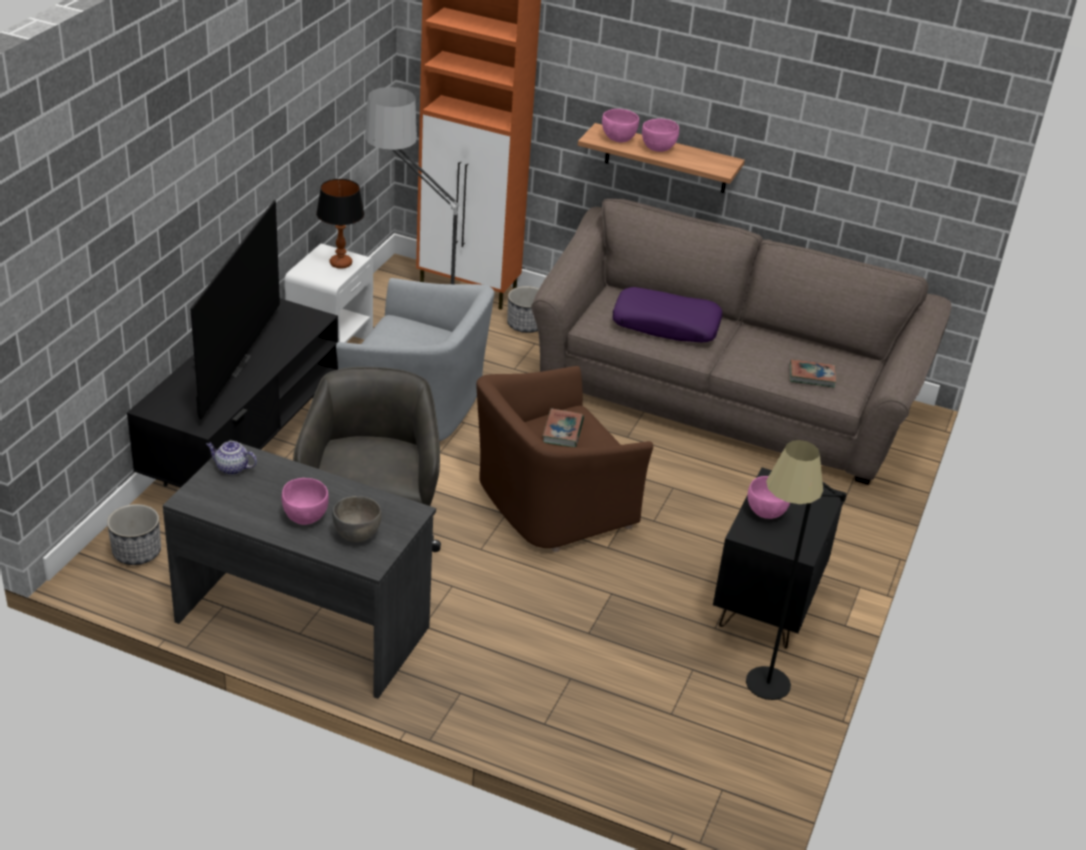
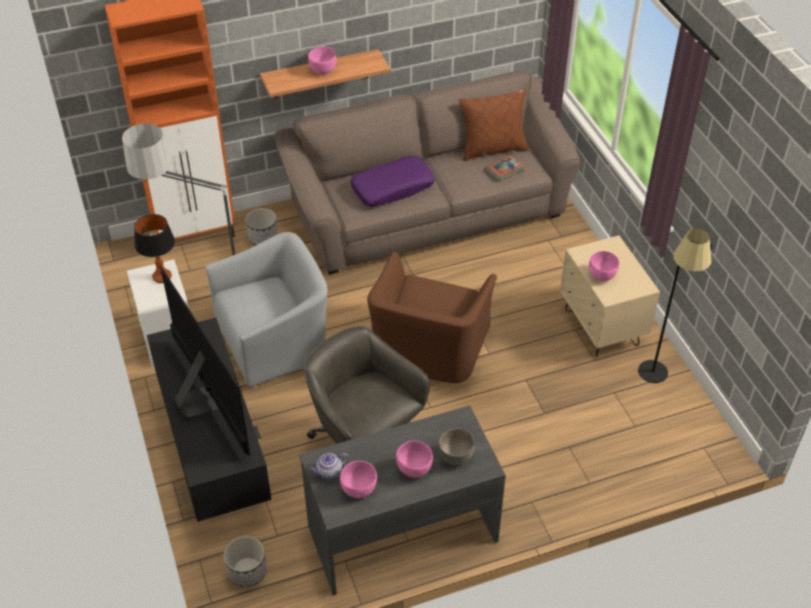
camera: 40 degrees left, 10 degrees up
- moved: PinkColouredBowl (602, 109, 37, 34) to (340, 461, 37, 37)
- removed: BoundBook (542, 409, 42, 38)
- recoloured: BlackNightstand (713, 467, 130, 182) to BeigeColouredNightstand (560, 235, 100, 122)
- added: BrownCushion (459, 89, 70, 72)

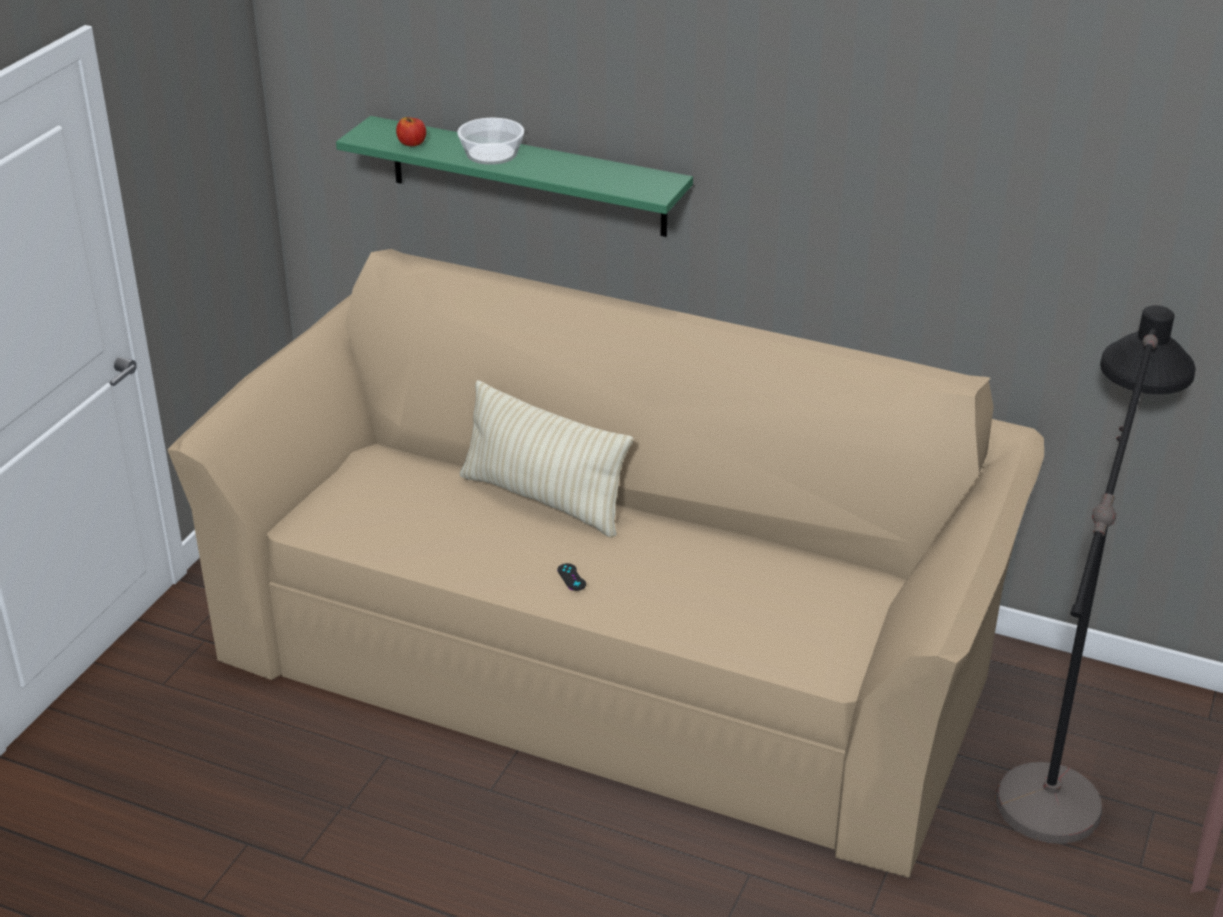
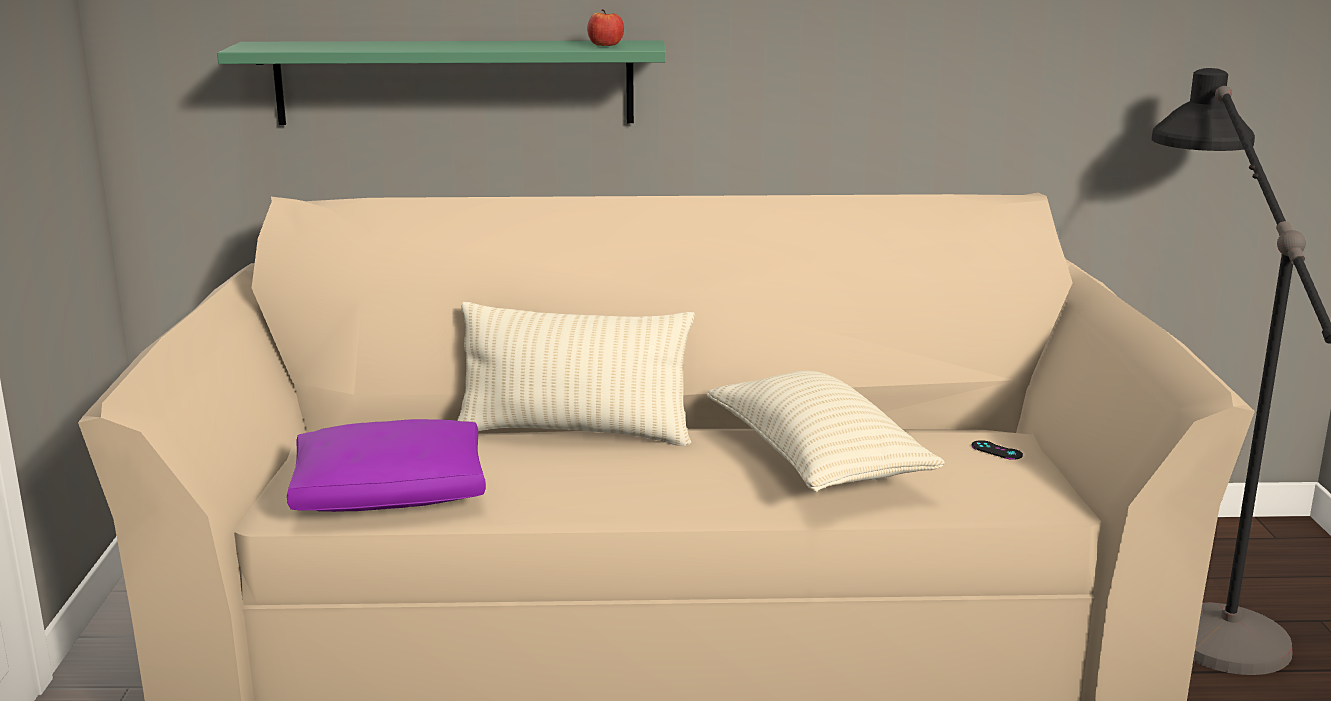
camera: 25 degrees left, 15 degrees down
- moved: Apple (396, 117, 30, 29) to (587, 9, 37, 37)
- removed: Bowl (457, 118, 67, 47)
- moved: BlackGamepad (557, 563, 29, 28) to (972, 440, 51, 20)
- added: BeigeColouredCushion (707, 371, 238, 121)
- added: PurpleCushion (287, 419, 199, 93)

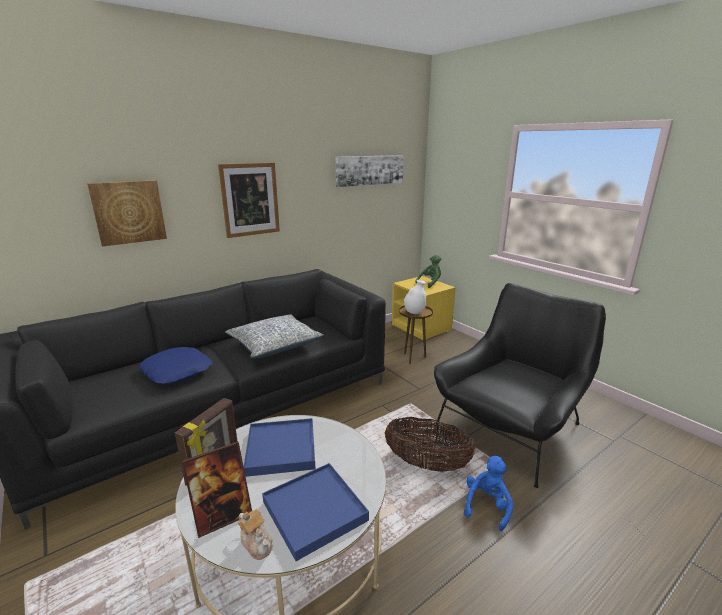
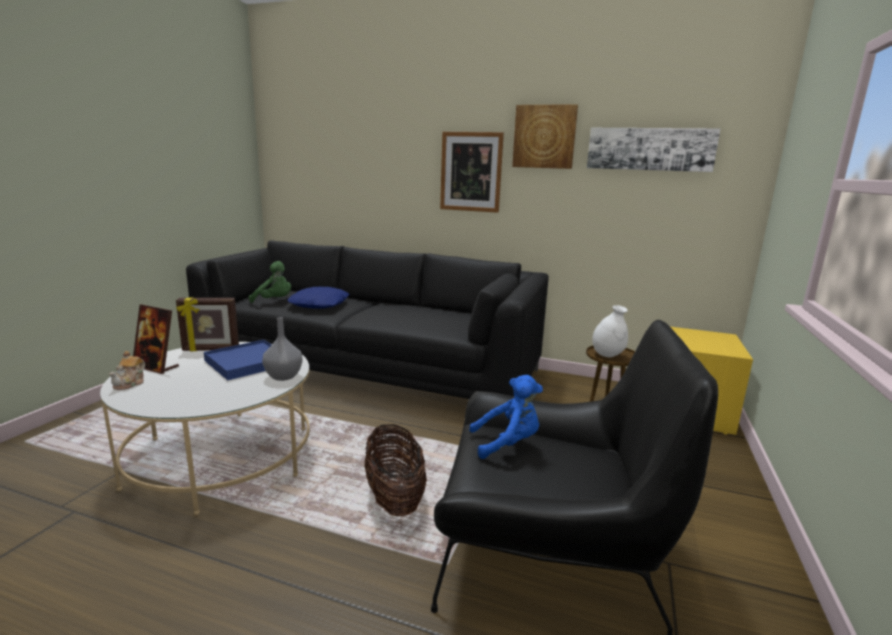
camera: 55 degrees right, 5 degrees down
- moved: WallArt (87, 180, 80, 66) to (512, 104, 66, 65)
- moved: GreenishCuddlyToy (415, 255, 27, 33) to (249, 261, 42, 42)
- removed: Cushion (225, 314, 99, 45)
- moved: BluishCuddlyToy (464, 456, 49, 75) to (469, 375, 74, 84)
- removed: BluishServingTray (262, 463, 107, 98)
- added: GreyDecorativeVase (262, 317, 41, 64)

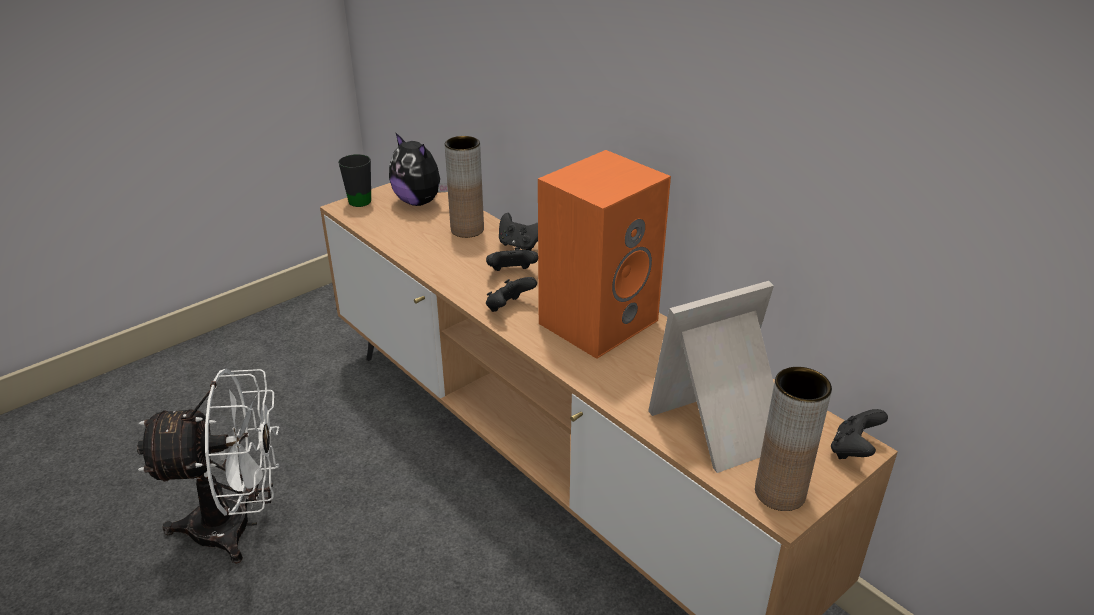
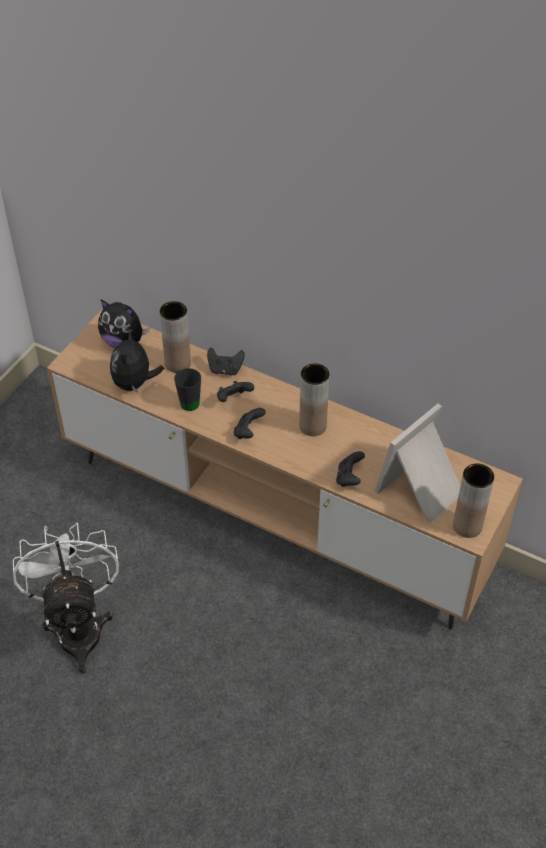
camera: 20 degrees left, 15 degrees up
- replaced: OrangeySpeaker (538, 150, 133, 209) to BrownDecorativeVase (299, 363, 30, 73)
- moved: BlackCoffeeMug (338, 154, 33, 53) to (174, 368, 27, 43)
- turned: WhitishCoolingFan (137, 369, 142, 195) = (13, 522, 106, 152) 75 degrees counterclockwise
- moved: BlackGamepad (831, 409, 57, 50) to (336, 451, 29, 36)
- added: CuddlyToy (110, 330, 54, 64)

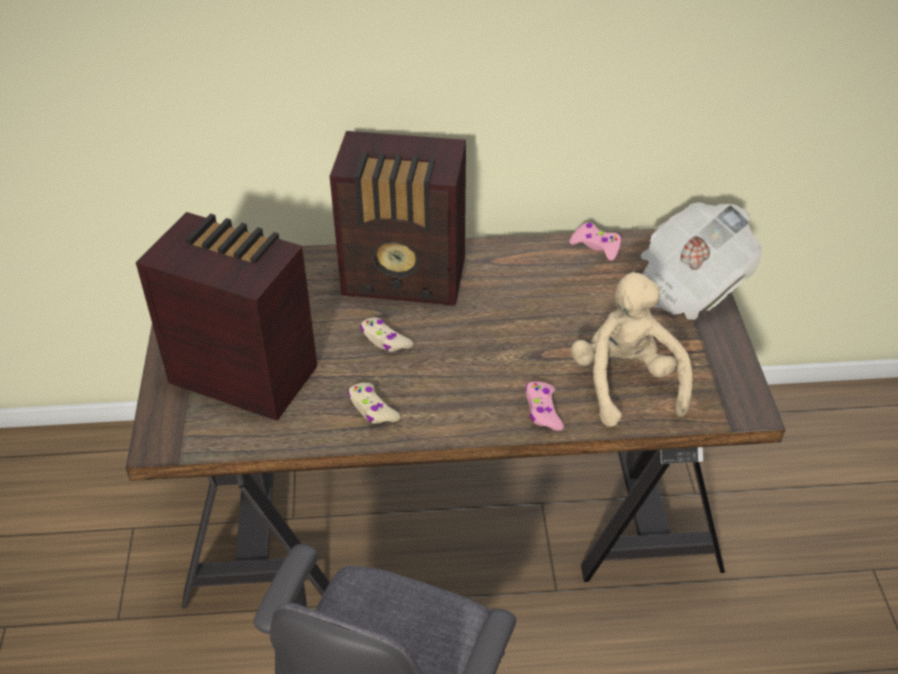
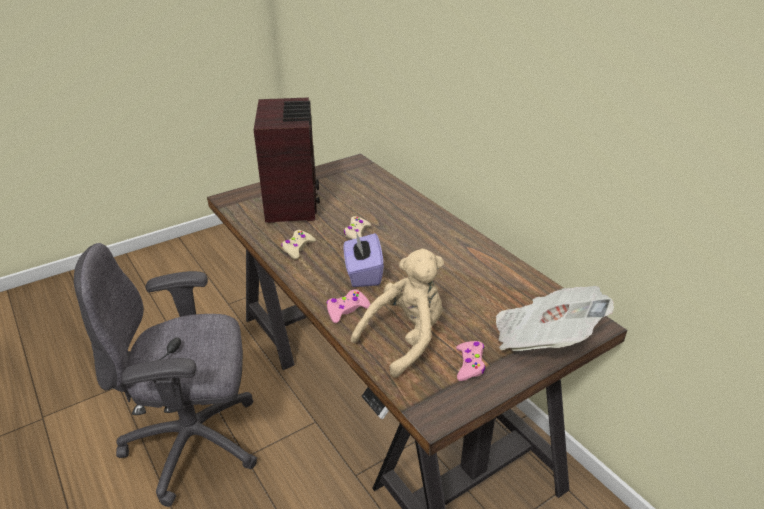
camera: 60 degrees right, 10 degrees down
- removed: RadioSet (330, 131, 136, 175)
- moved: PinkColouredGamepad (570, 222, 52, 39) to (456, 341, 29, 40)
- added: PurpleTissueBox (343, 231, 41, 56)

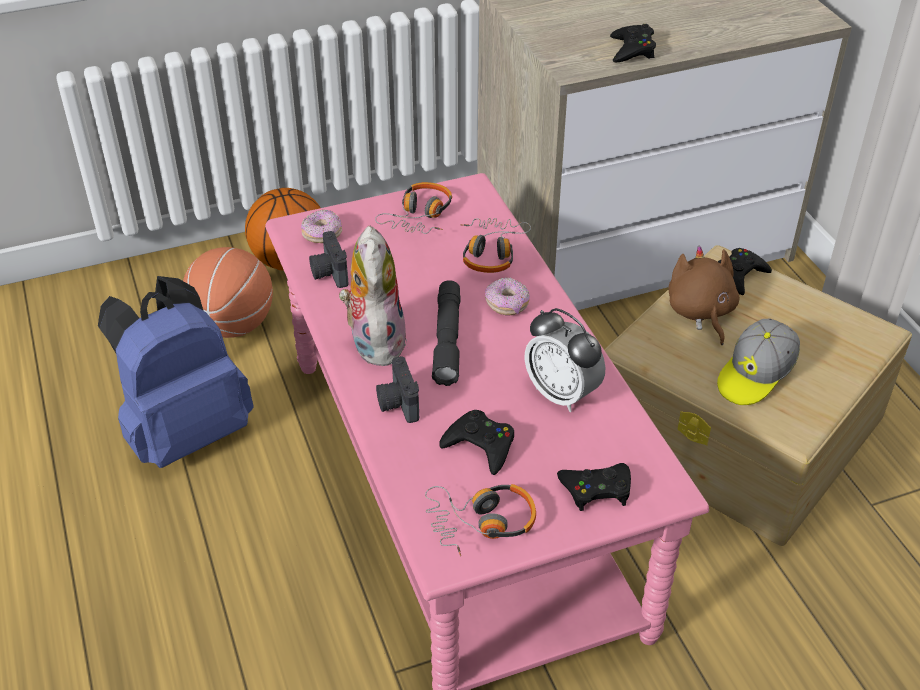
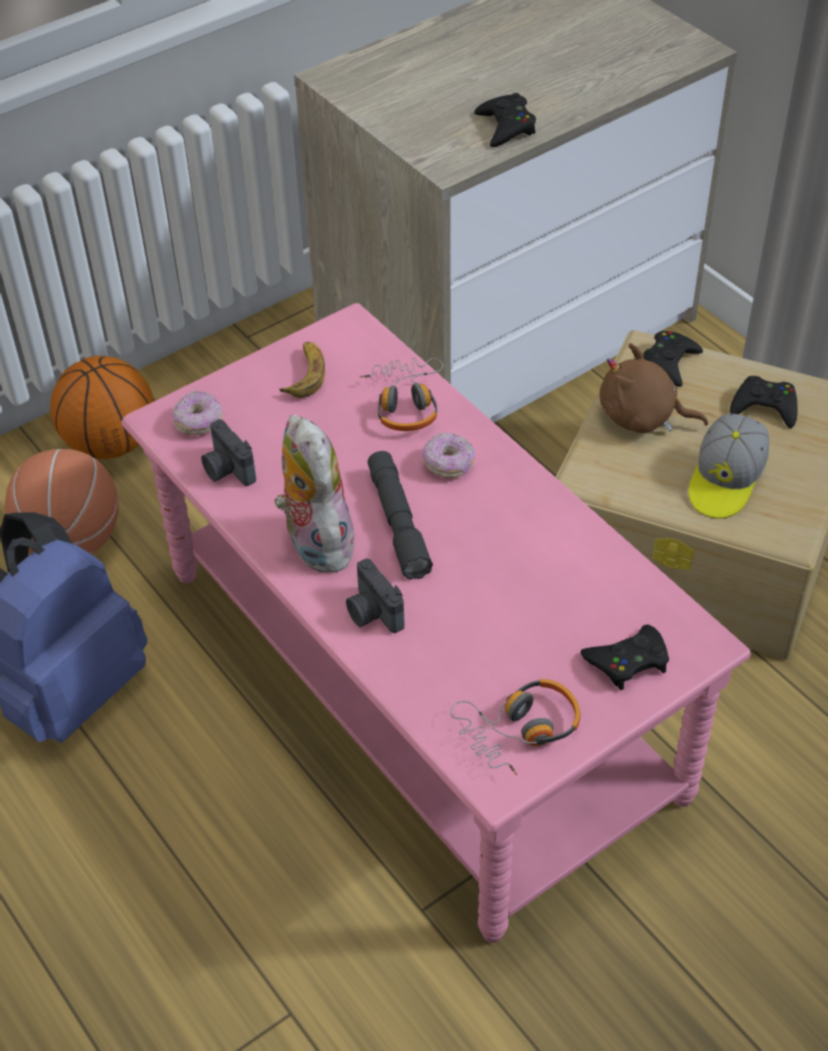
camera: 15 degrees left, 5 degrees up
- replaced: Headset (375, 182, 77, 52) to Banana (279, 342, 46, 56)
- turned: BrownCuddlyToy (668, 246, 71, 99) = (600, 343, 108, 90) 45 degrees counterclockwise
- removed: BedsideClock (525, 308, 80, 104)
- moved: BlackGamepad (439, 410, 75, 65) to (730, 376, 68, 53)

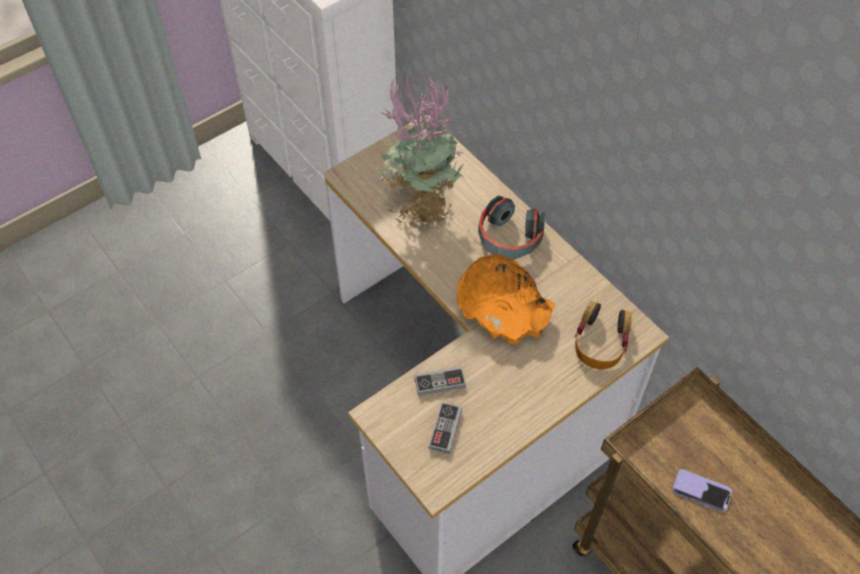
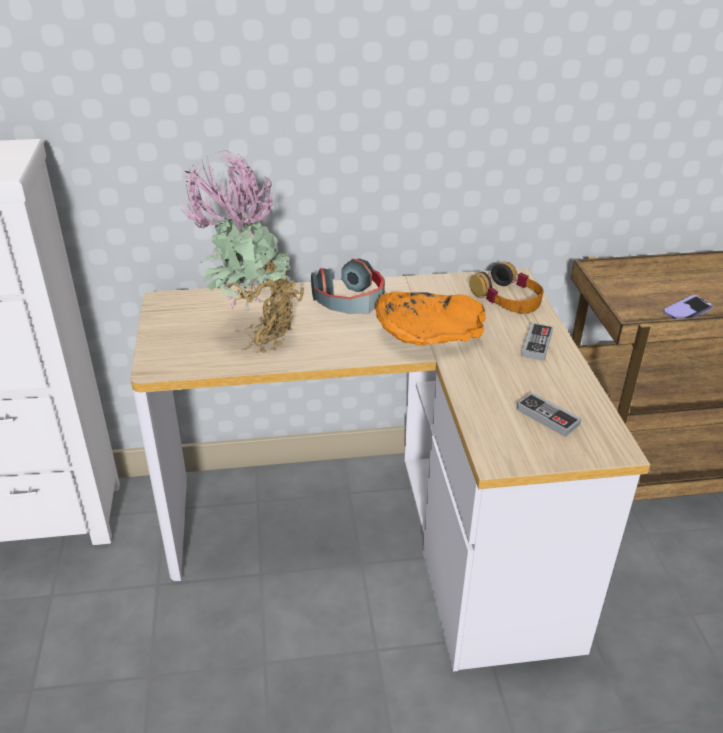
camera: 60 degrees left, 20 degrees down
- moved: Gamepad (414, 366, 52, 30) to (521, 323, 32, 38)

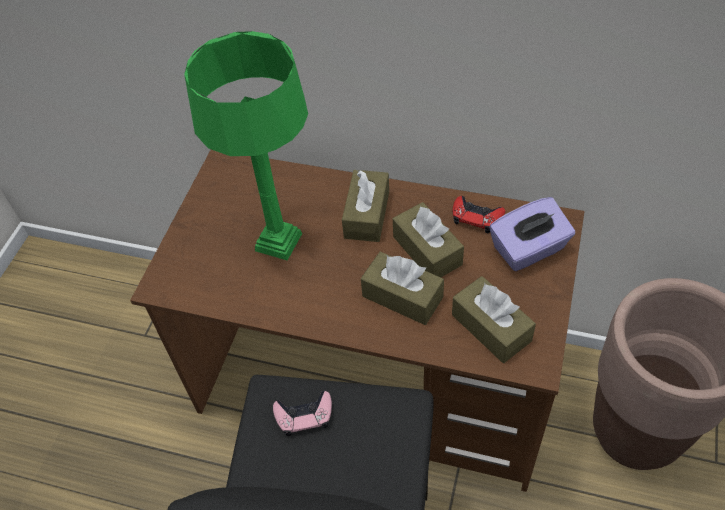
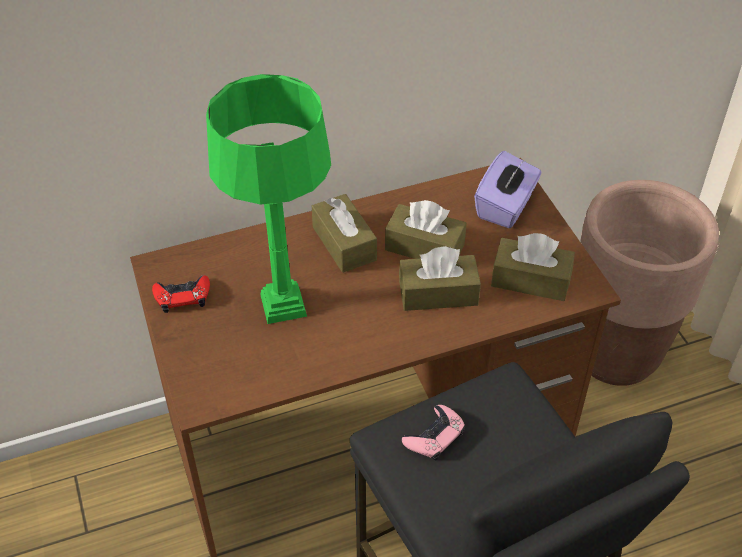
camera: 40 degrees left, 5 degrees down
- moved: RedGamepad (453, 196, 52, 37) to (152, 275, 58, 38)

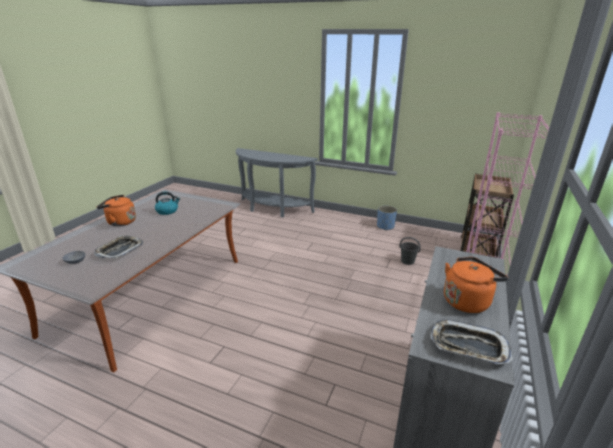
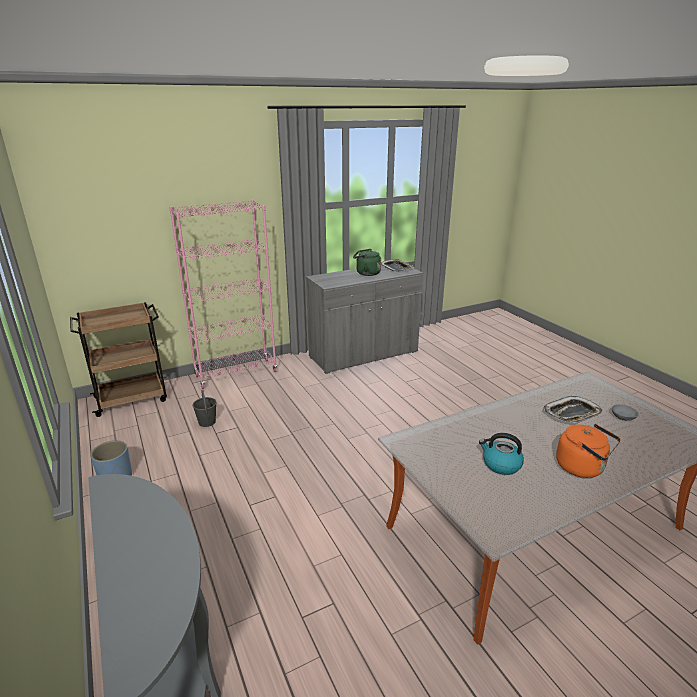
camera: 140 degrees left, 0 degrees up
- recoloured: OrangeyWaterKettle (444, 257, 64, 56) to GreenishWaterKettle (353, 249, 28, 27)

